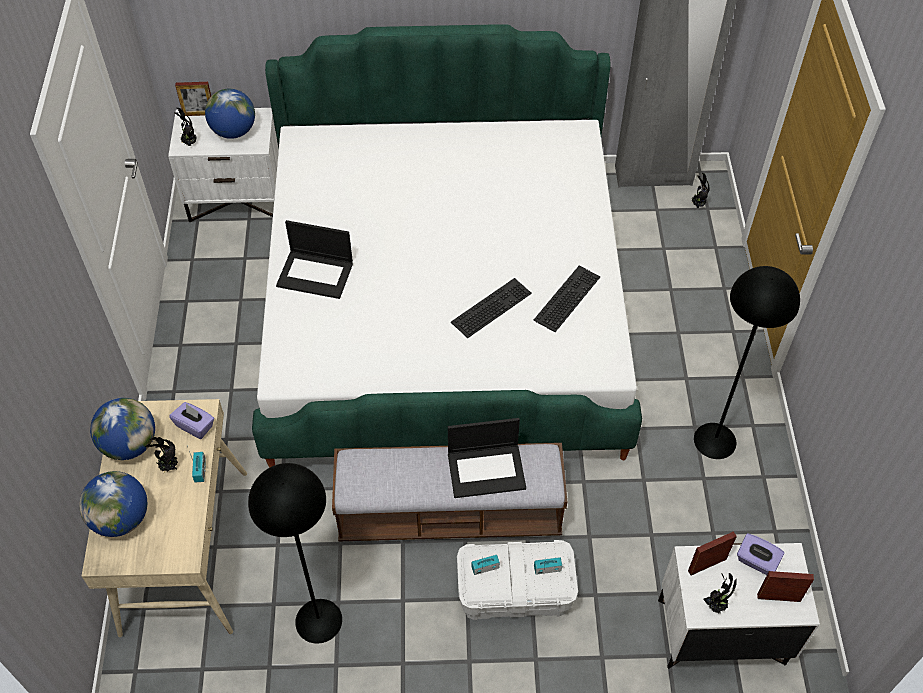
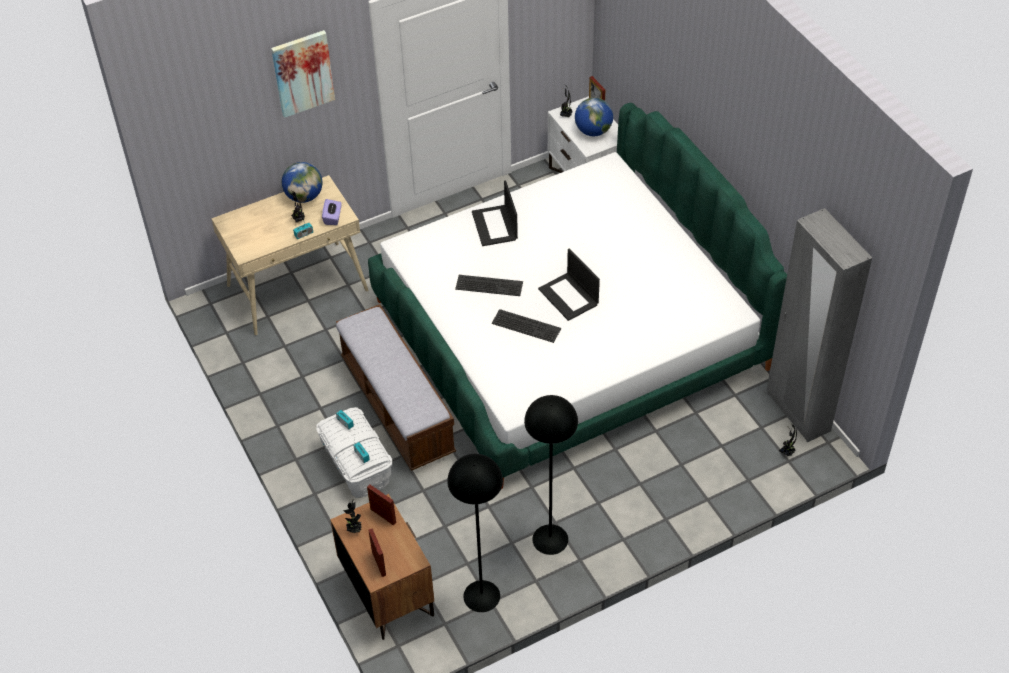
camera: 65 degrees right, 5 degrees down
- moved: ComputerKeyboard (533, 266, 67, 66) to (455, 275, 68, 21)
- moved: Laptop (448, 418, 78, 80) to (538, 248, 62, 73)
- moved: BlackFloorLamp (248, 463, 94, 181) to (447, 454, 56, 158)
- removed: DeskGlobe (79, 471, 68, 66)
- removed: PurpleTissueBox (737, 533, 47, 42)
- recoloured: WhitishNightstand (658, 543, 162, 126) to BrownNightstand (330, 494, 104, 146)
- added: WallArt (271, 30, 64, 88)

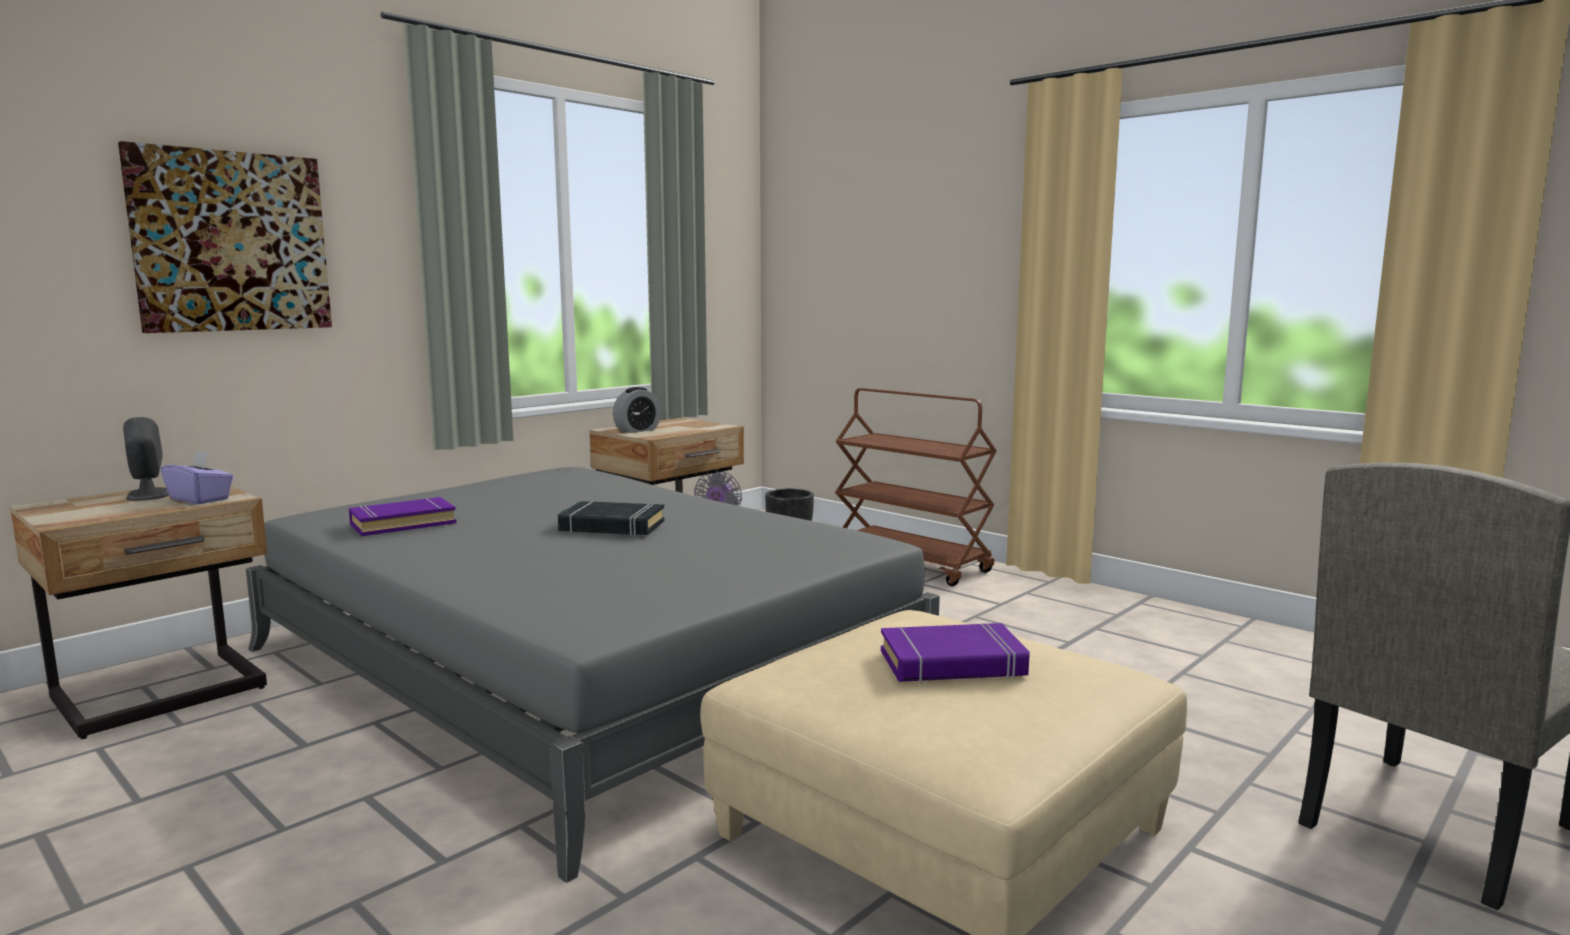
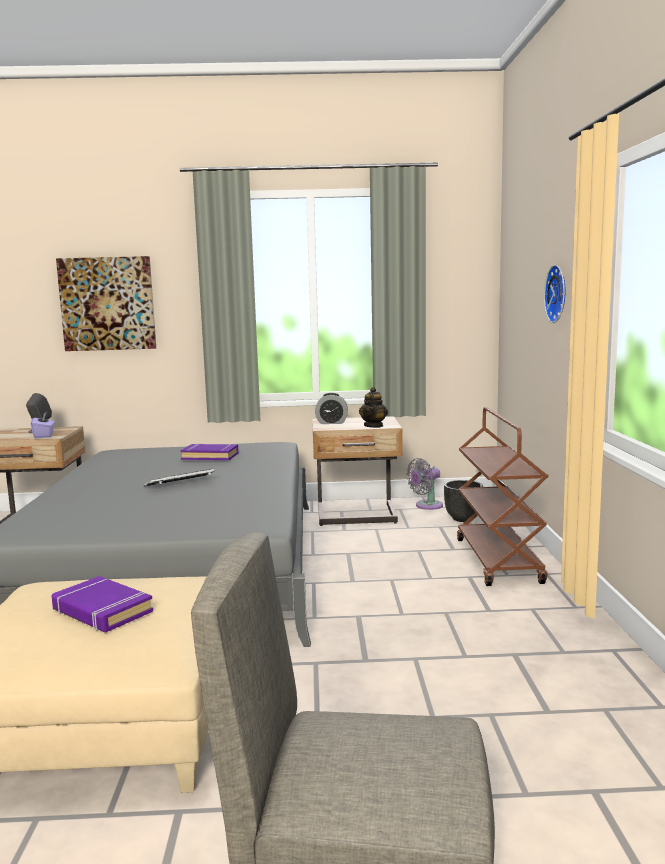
camera: 45 degrees right, 0 degrees up
- moved: PurpleBoundBook (349, 497, 108, 39) to (180, 444, 58, 16)
- replaced: BlackBoundBook (558, 501, 107, 35) to ComputerKeyboard (144, 469, 71, 18)
- added: WallClock (544, 265, 22, 58)
- added: Teapot (359, 387, 29, 41)

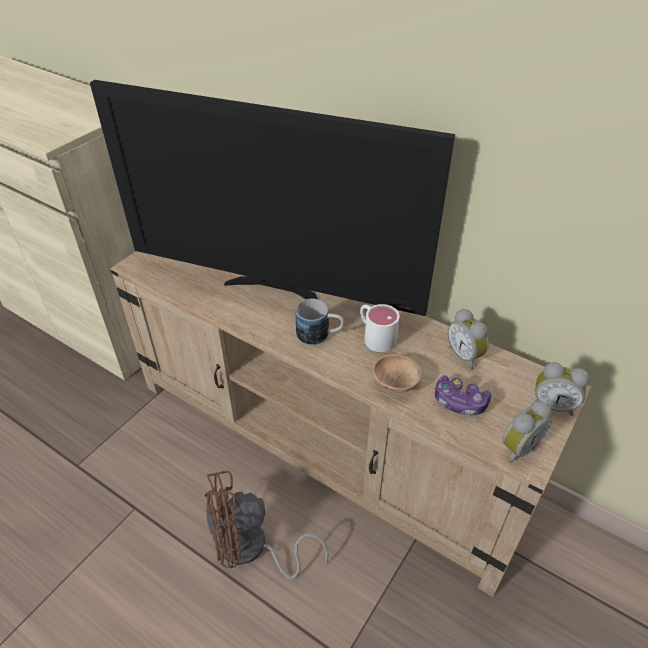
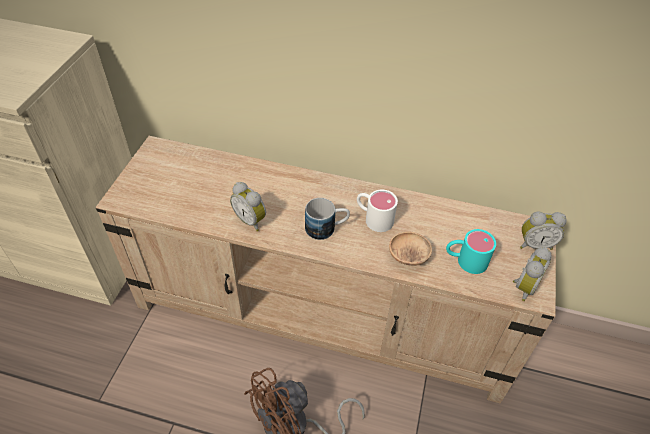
camera: 20 degrees left, 5 degrees up
- removed: Television (90, 80, 365, 236)
- moved: BedsideClock (448, 309, 41, 60) to (230, 182, 36, 49)
- replaced: Gamepad (435, 375, 56, 42) to BlueGreenCoffeeMug (446, 229, 50, 45)

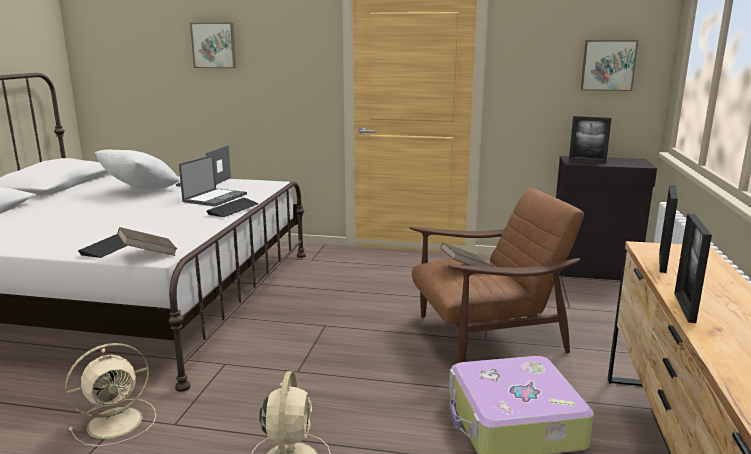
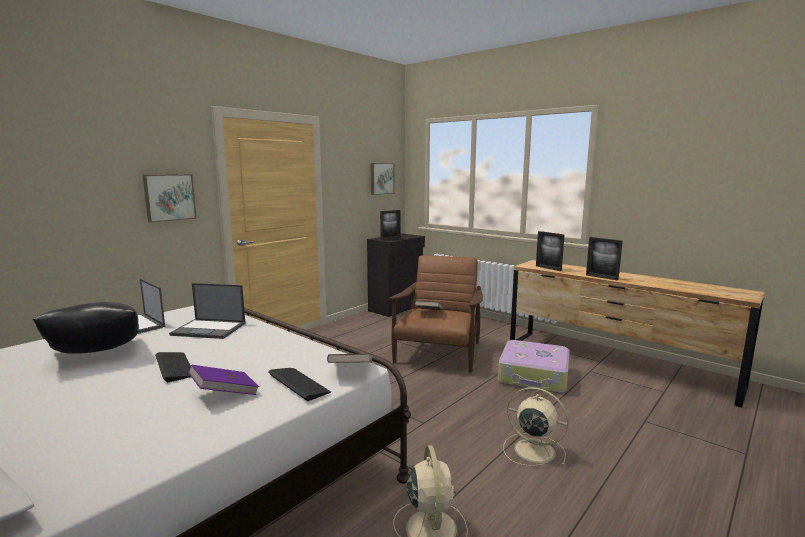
camera: 60 degrees left, 5 degrees down
- moved: WallArt (190, 23, 46, 45) to (143, 174, 54, 48)
- recoloured: WhitishCushion (95, 150, 85, 40) to BlackCushion (32, 302, 107, 52)
- turned: Laptop (179, 155, 68, 51) = (169, 283, 76, 56) 135 degrees clockwise
- moved: ComputerKeyboard (206, 198, 52, 19) to (155, 352, 36, 30)
- added: PurpleBoundBook (188, 364, 71, 31)

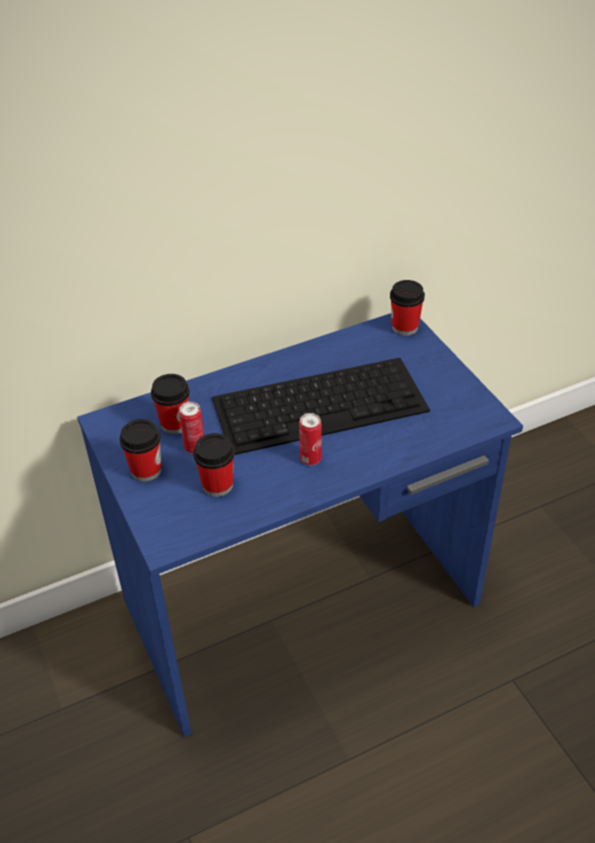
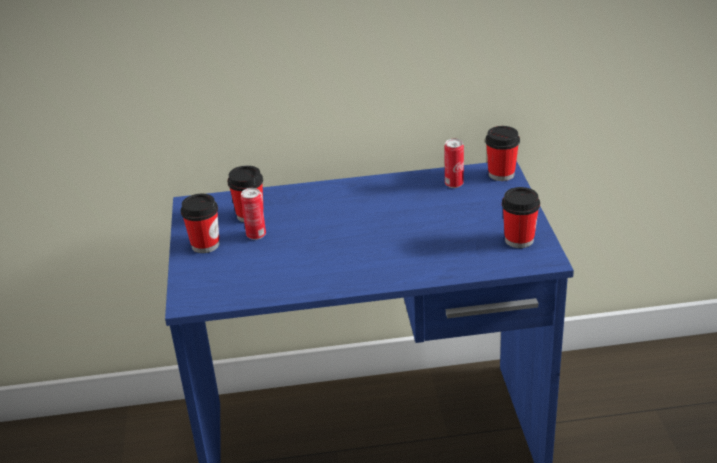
camera: 20 degrees right, 10 degrees down
- removed: ComputerKeyboard (212, 358, 218, 97)
- moved: Can (299, 413, 23, 52) to (445, 138, 19, 50)
- moved: Cup (193, 433, 42, 64) to (502, 187, 38, 61)

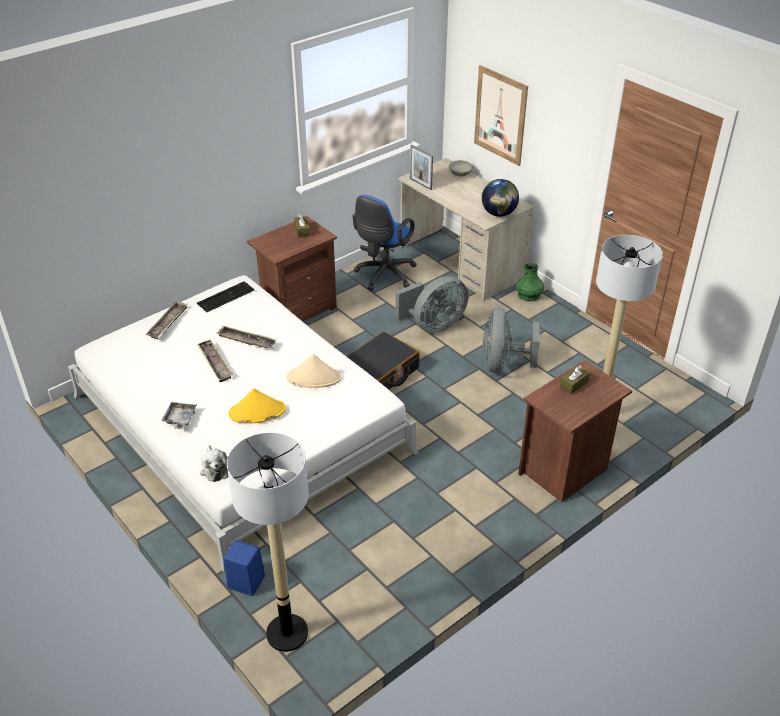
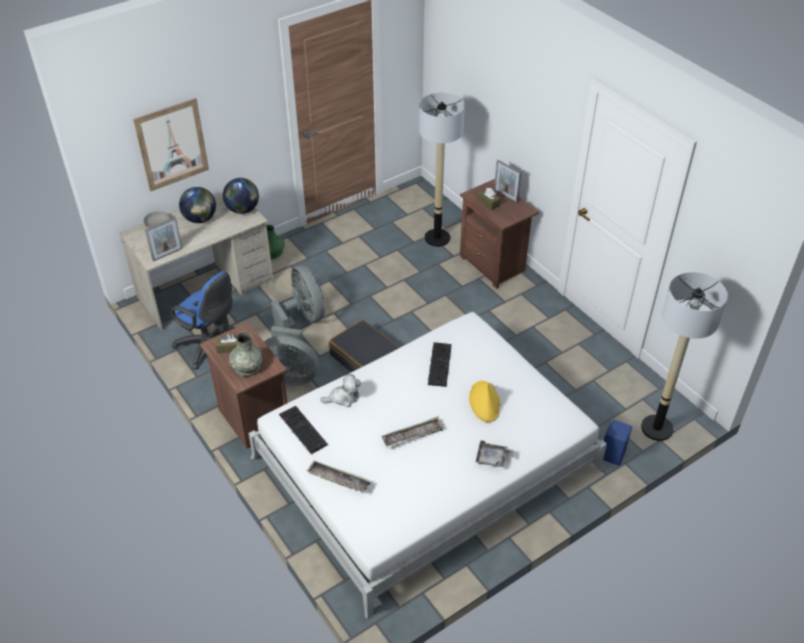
camera: 85 degrees left, 5 degrees up
- moved: GreyCoolingFan (483, 308, 57, 65) to (264, 326, 55, 60)
- removed: ServingTray (217, 325, 59, 23)
- replaced: BeigeColouredHat (286, 354, 56, 34) to ComputerKeyboard (428, 342, 24, 45)
- moved: CuddlyToy (200, 445, 28, 37) to (320, 374, 41, 33)
- added: PhotoFrame (494, 159, 27, 44)
- added: DeskGlobe (179, 187, 37, 36)
- added: GreyDecorativeVase (229, 331, 33, 45)

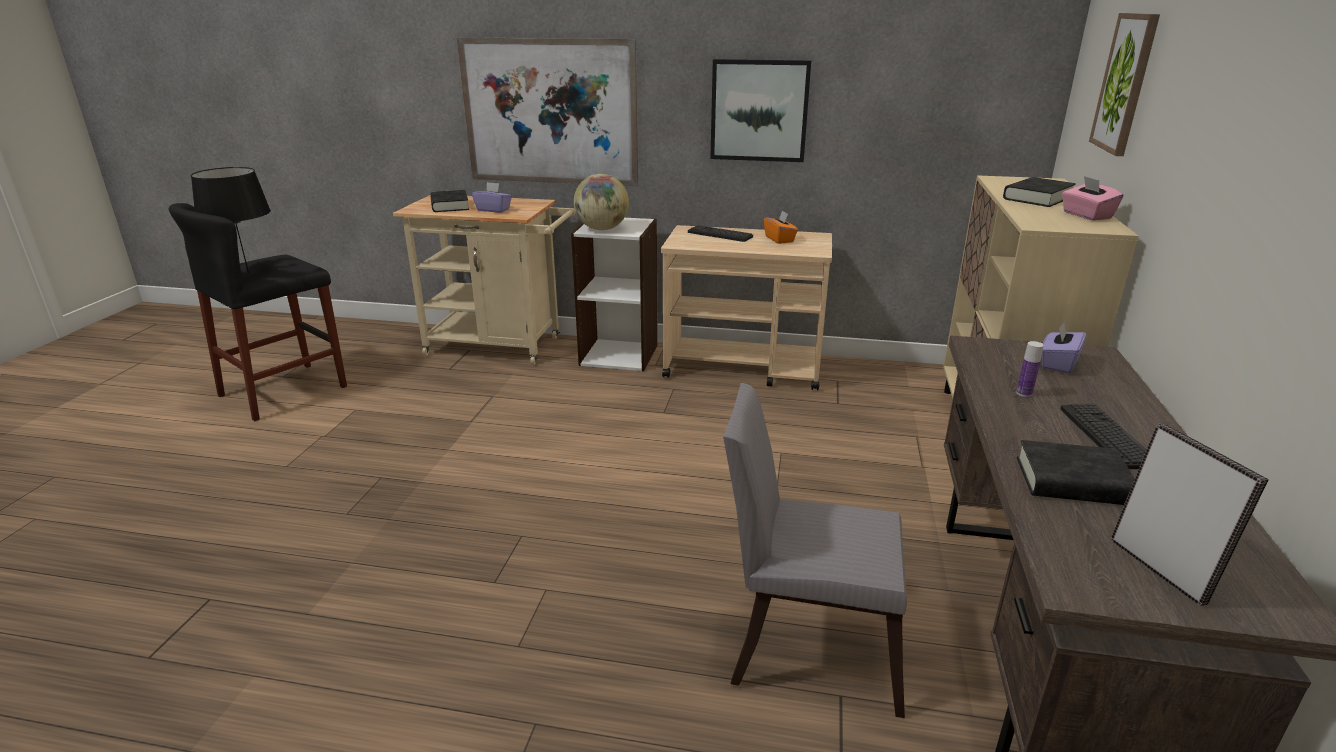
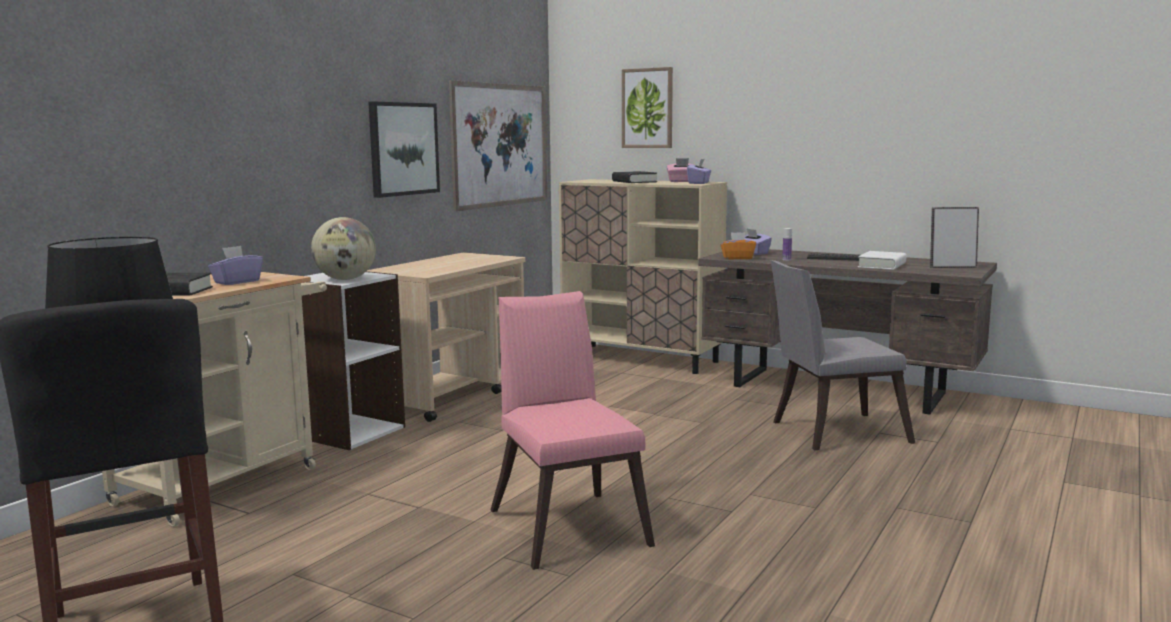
camera: 70 degrees left, 15 degrees down
- moved: WallArt (457, 37, 181, 149) to (449, 80, 98, 131)
- moved: OrangeyTissueBox (764, 211, 34, 33) to (721, 232, 35, 27)
- removed: ComputerKeyboard (688, 225, 65, 17)
- turned: GreyChair (723, 383, 184, 335) = (771, 260, 144, 190) 45 degrees clockwise
- recoloured: BlackBoundBook (1017, 440, 118, 65) to WhitishBoundBook (858, 251, 48, 19)
- added: PurpleTissueBox (687, 159, 24, 25)
- added: PinkColouredChair (490, 291, 165, 279)

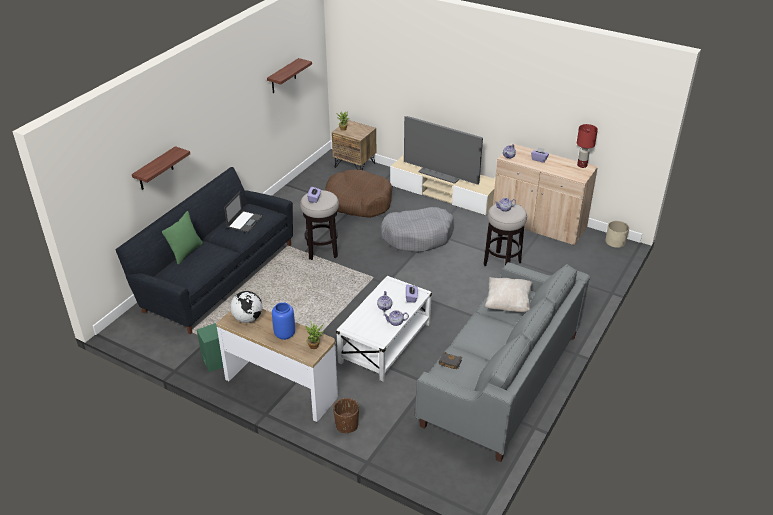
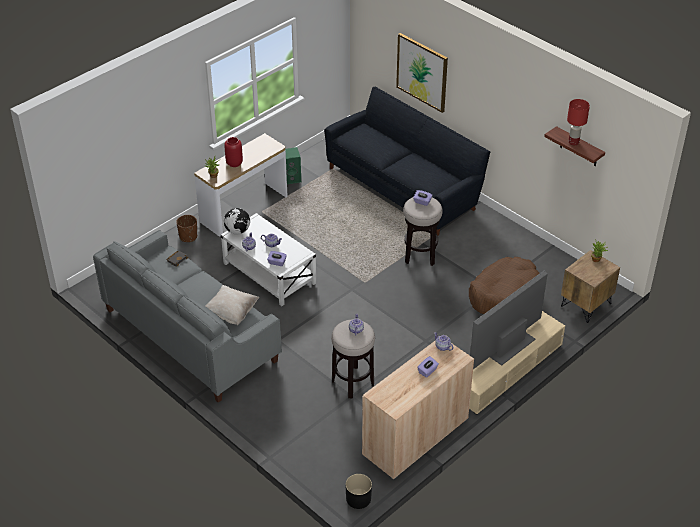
camera: 105 degrees right, 5 degrees up
- moved: RedTableLamp (577, 124, 21, 44) to (567, 99, 23, 46)
- replaced: Shelf (132, 146, 58, 44) to WallArt (396, 33, 52, 80)
- removed: Laptop (224, 192, 39, 41)
- removed: GreyPetBed (381, 207, 73, 46)
- removed: GreenishCushion (162, 211, 41, 54)
- recoloured: BeigeColouredPlantPot (606, 221, 23, 27) to BlackPlantPot (346, 474, 26, 35)
- moved: DeskGlobe (230, 291, 32, 32) to (224, 208, 26, 26)
- recoloured: BluishDecorativeVase (272, 302, 23, 38) to RedDecorativeVase (224, 137, 19, 30)

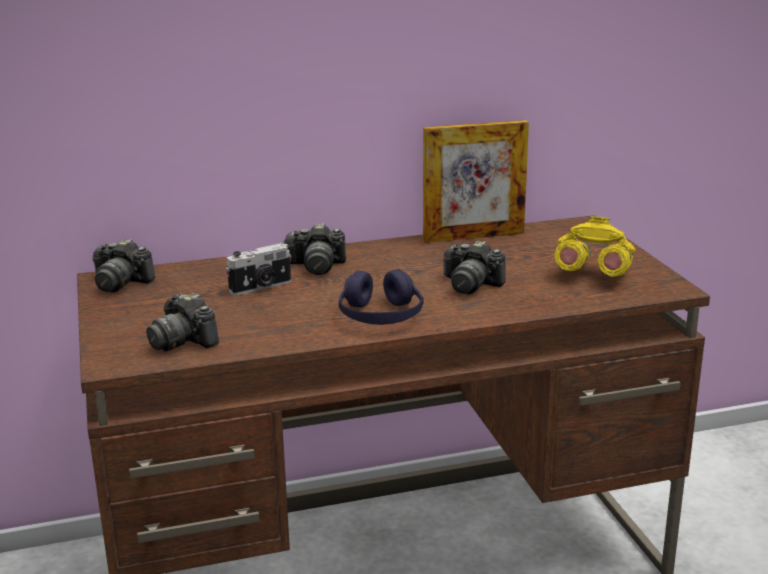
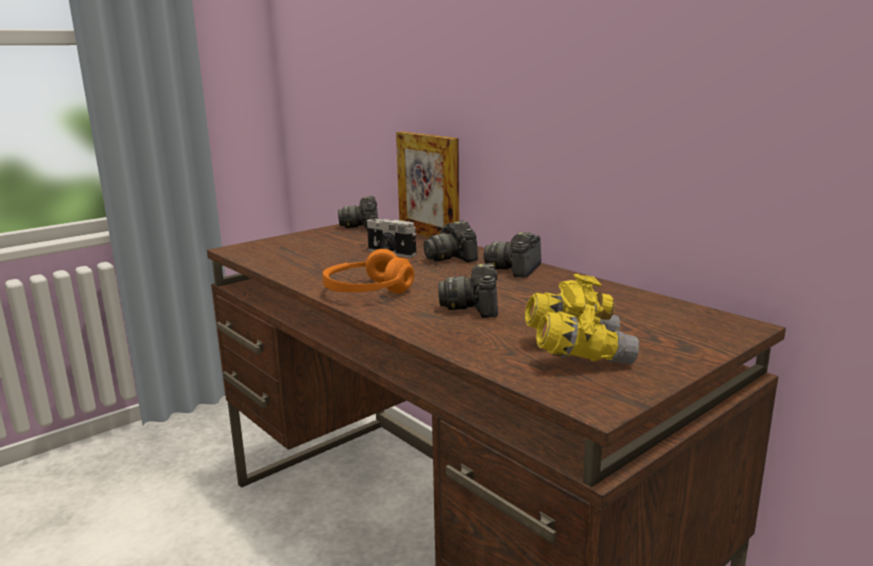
camera: 65 degrees right, 5 degrees down
- moved: PhotoFrame (423, 120, 106, 123) to (396, 132, 63, 105)
- recoloured: PurpleHeadset (339, 269, 84, 56) to OrangeyHeadset (323, 249, 91, 45)
- moved: StillCamera (146, 293, 73, 59) to (484, 232, 57, 46)

